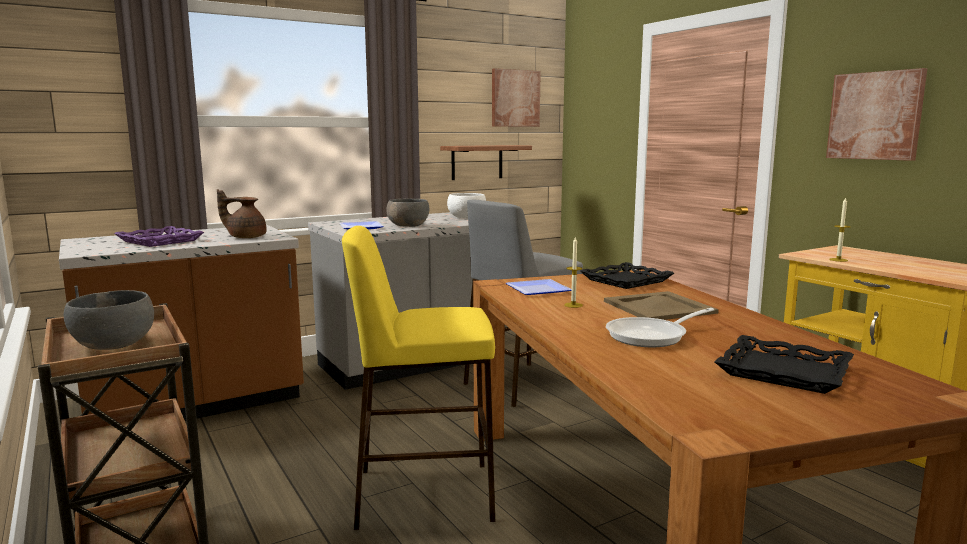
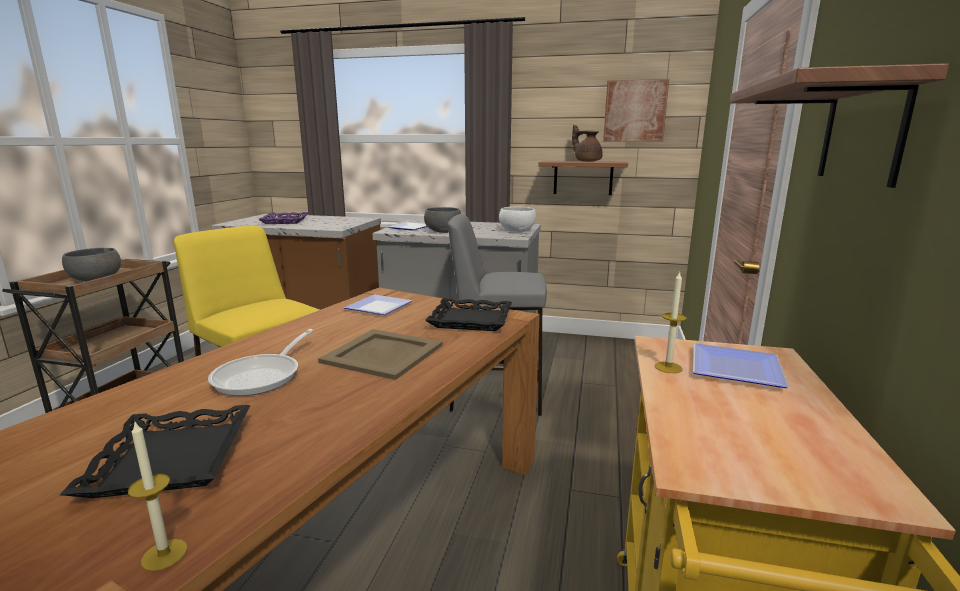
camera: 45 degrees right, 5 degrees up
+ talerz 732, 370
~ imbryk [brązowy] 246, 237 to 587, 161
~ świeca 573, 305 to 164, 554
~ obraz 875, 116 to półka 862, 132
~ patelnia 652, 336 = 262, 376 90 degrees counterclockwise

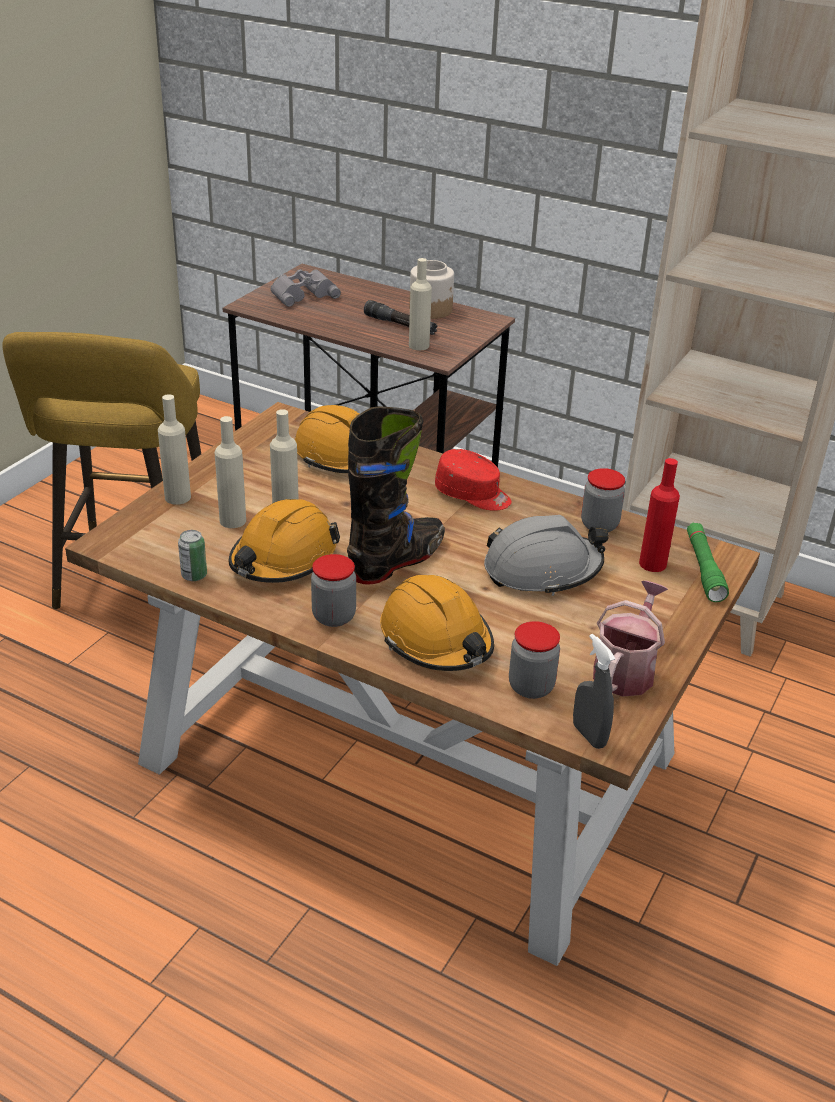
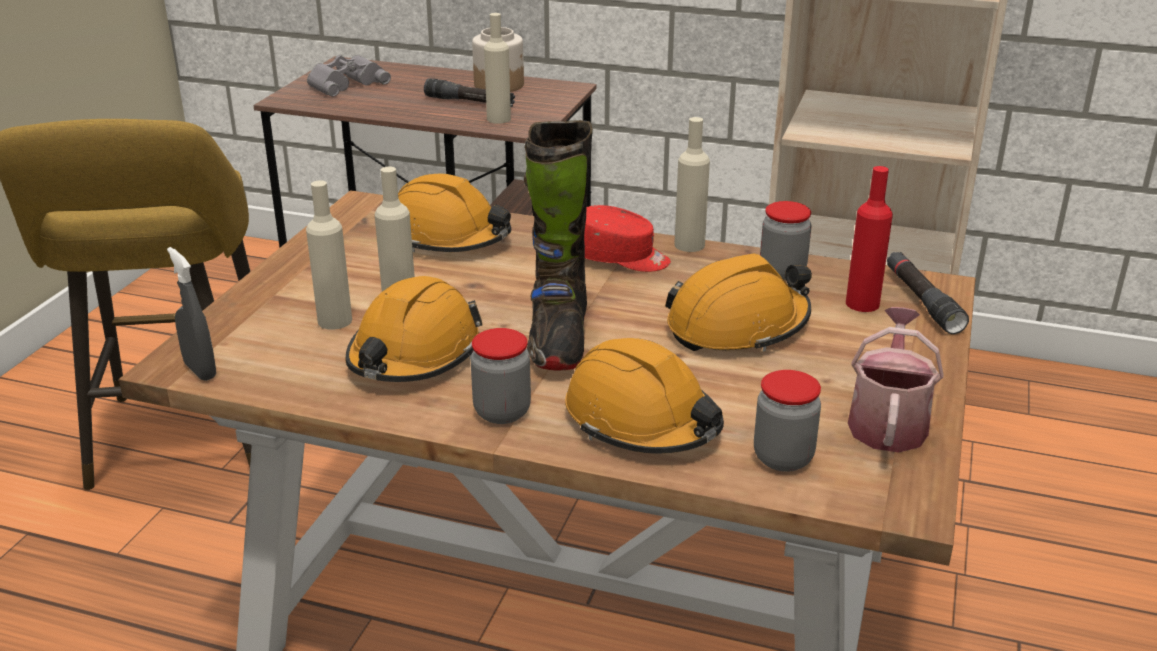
camera: 10 degrees left, 5 degrees down
- puszka 194, 575
~ butelka [beżowy] 177, 497 to 689, 245
~ spryskiwacz [szary] 589, 735 to 200, 371
~ kask [szary] 542, 570 to kask [pomarańczowy] 738, 326
~ latarka [zielony] 703, 568 to latarka [czarny] 922, 301
~ but z cholewką [czarny] 396, 561 = 558, 339 150 degrees clockwise

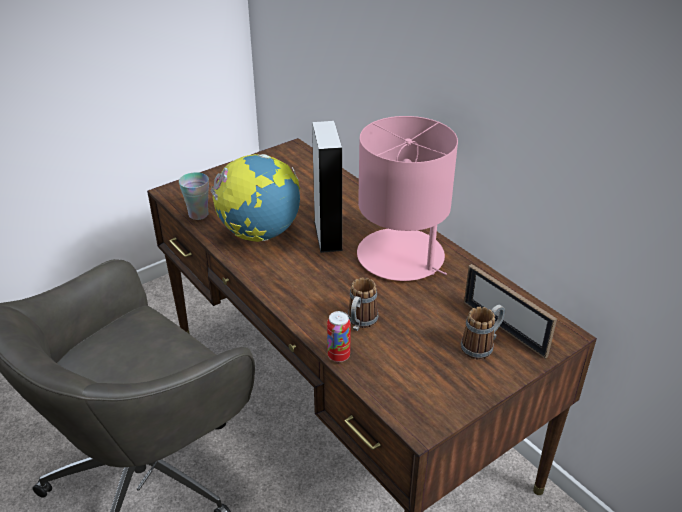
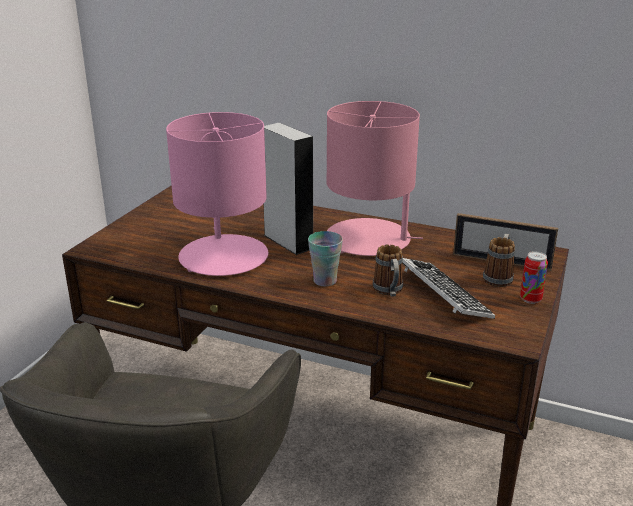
camera: 30 degrees left, 10 degrees down
+ klawiatura 443, 295
~ filiżanka 198, 214 to 325, 281
~ puszka 338, 356 to 530, 299
~ globus 260, 234 to lampa stołowa [różowy] 223, 256

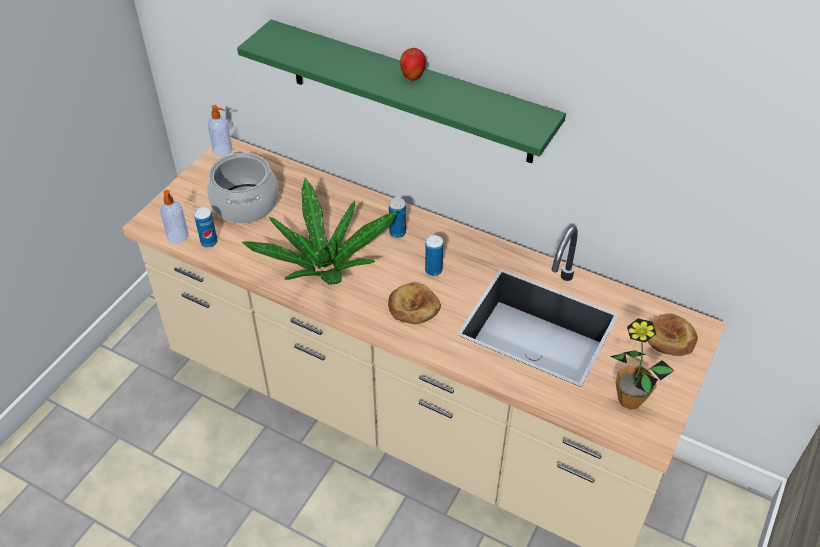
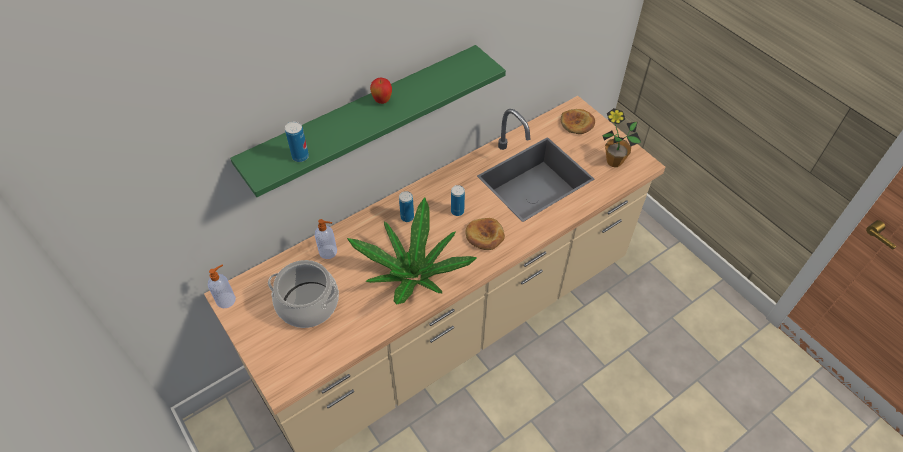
camera: 65 degrees left, 5 degrees up
~ dozownik mydła 178, 236 to 329, 252
~ puszka 209, 242 to 300, 156

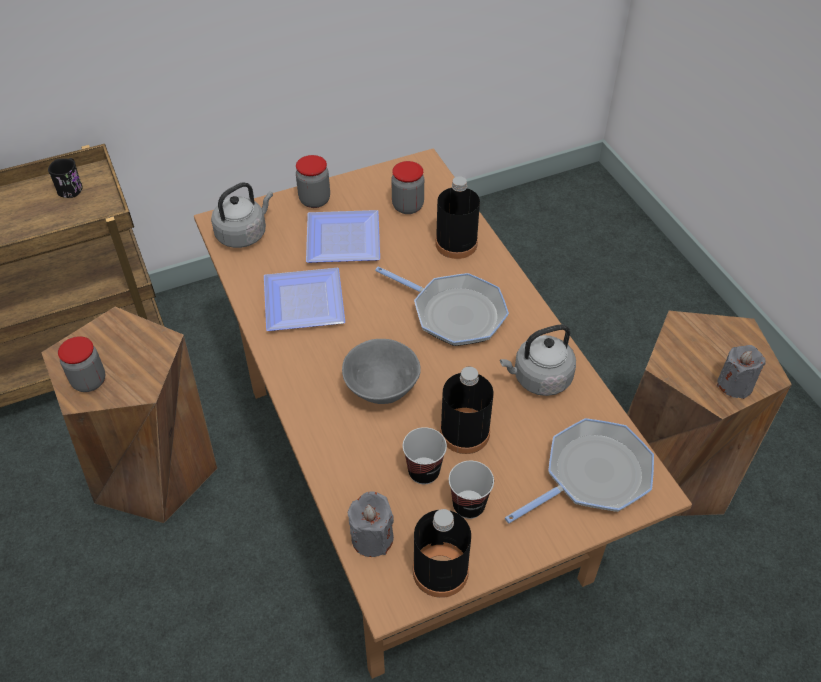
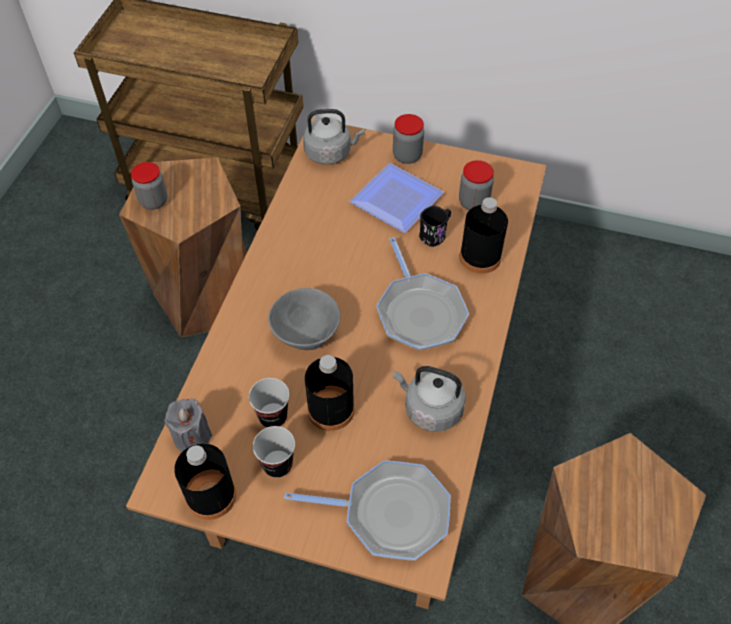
camera: 40 degrees right, 5 degrees up
- talerz 307, 304
- świeca [szary] 735, 384
~ kubek [czarny] 72, 187 to 435, 234

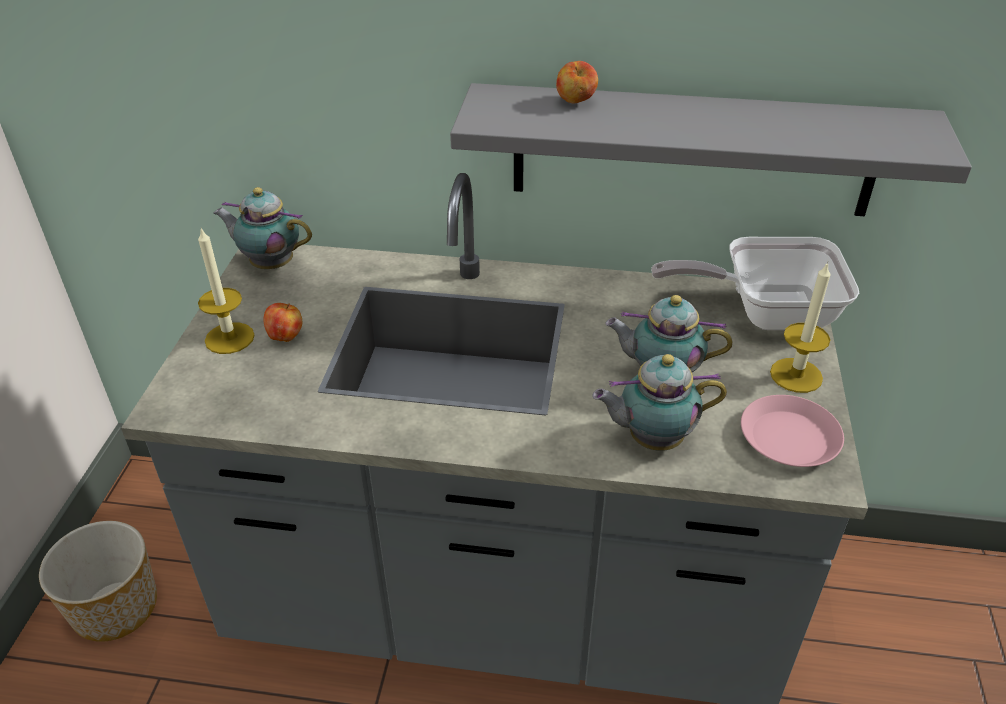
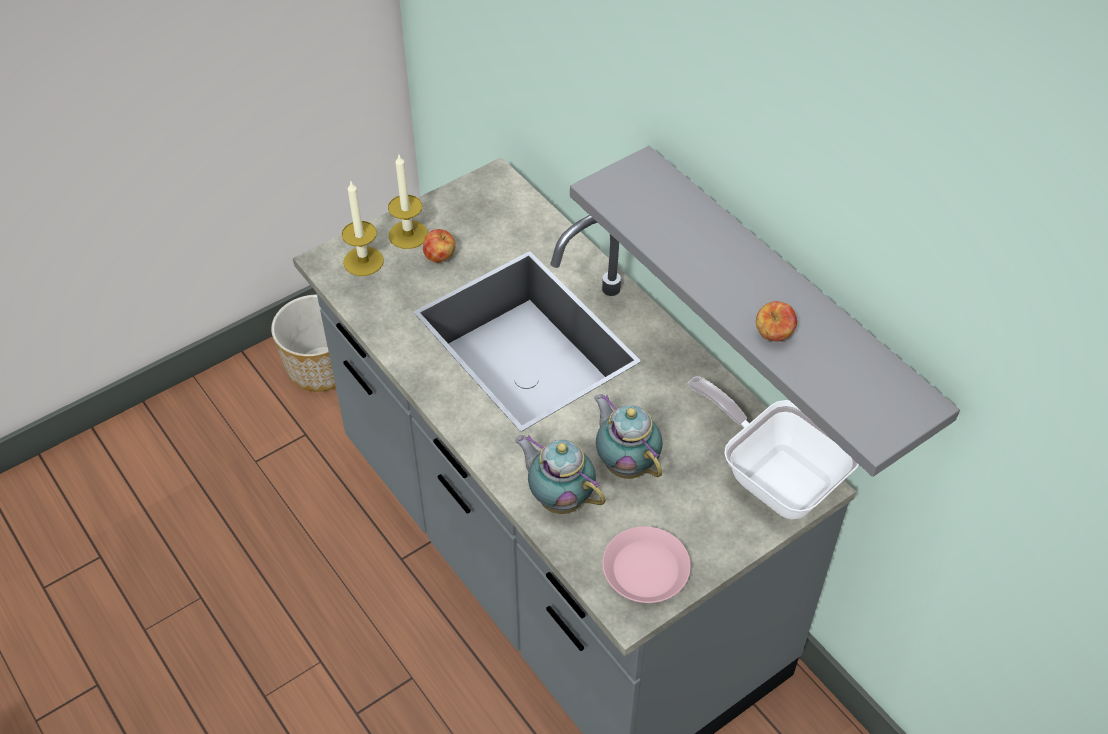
camera: 45 degrees right, 10 degrees up
- imbryk 270, 264
~ jabłko 575, 102 to 773, 335
~ świeca 796, 375 to 363, 261

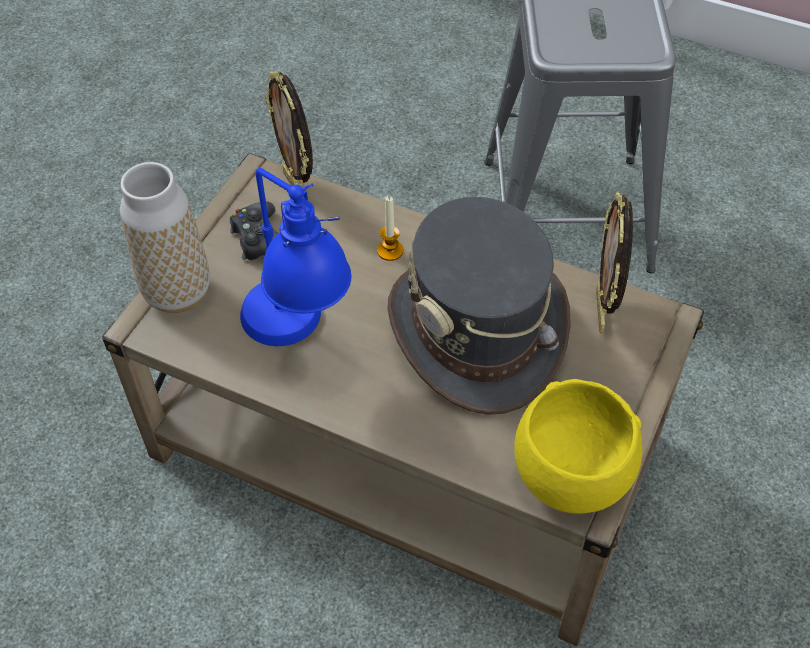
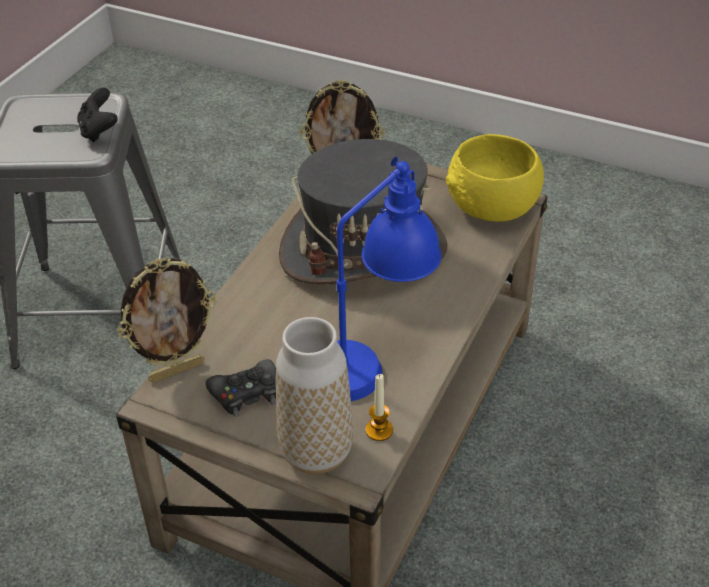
camera: 90 degrees left, 10 degrees down
+ pad do gier [czarny] 99, 131
~ świeca 390, 251 to 379, 430

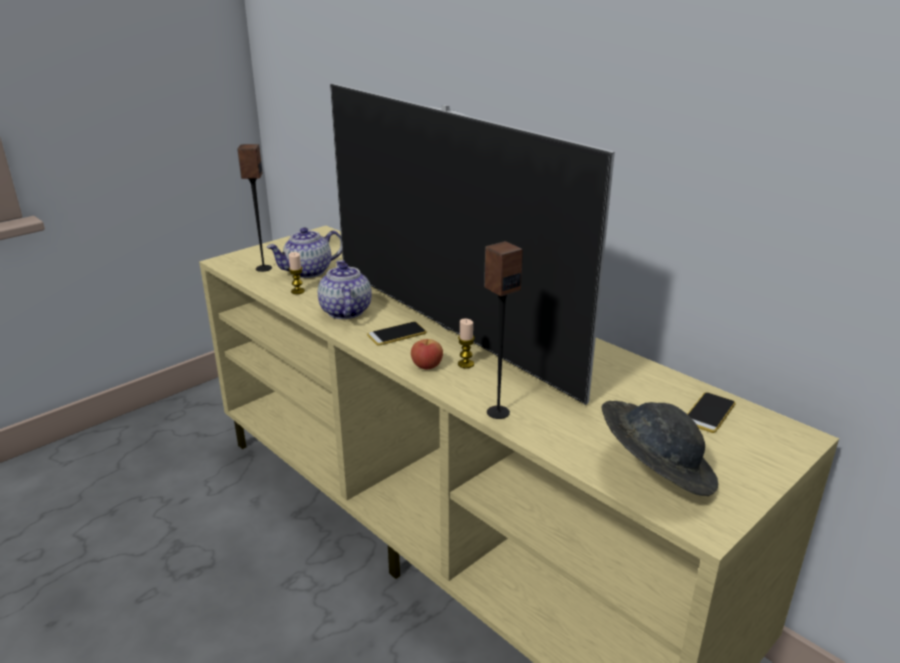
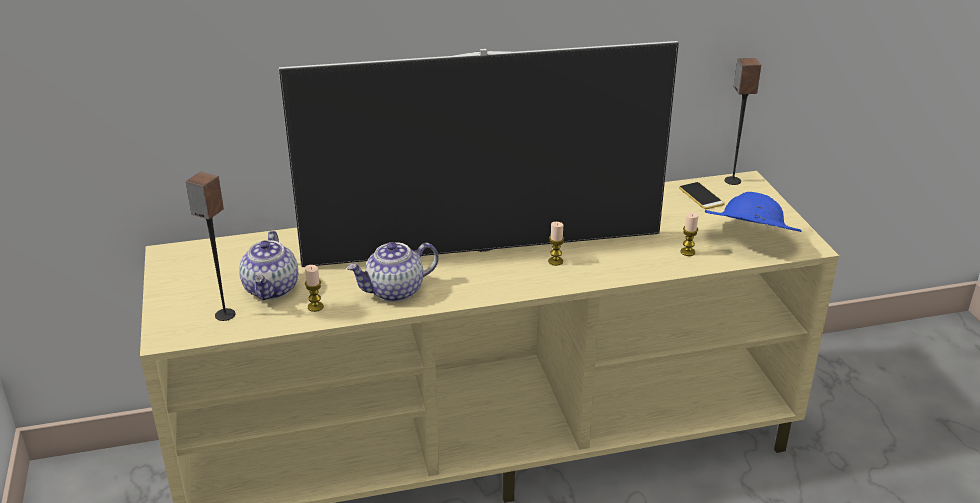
camera: 60 degrees left, 5 degrees up
- telefon 397, 334
- jabłko 427, 366
+ świeca 687, 252
~ głośnik 497, 412 to 732, 181
~ kapelusz [szary] 654, 471 to kapelusz [niebieski] 748, 241
~ imbryk 345, 311 = 395, 291 45 degrees counterclockwise

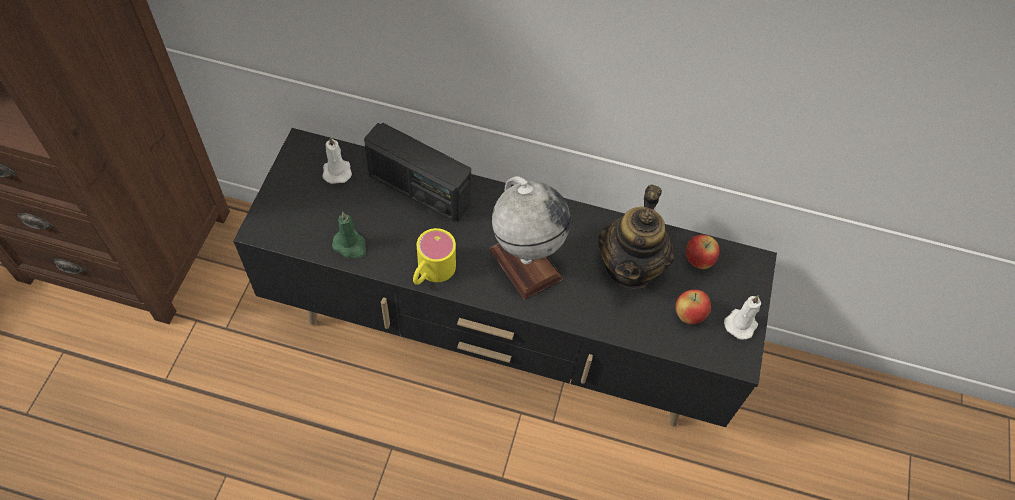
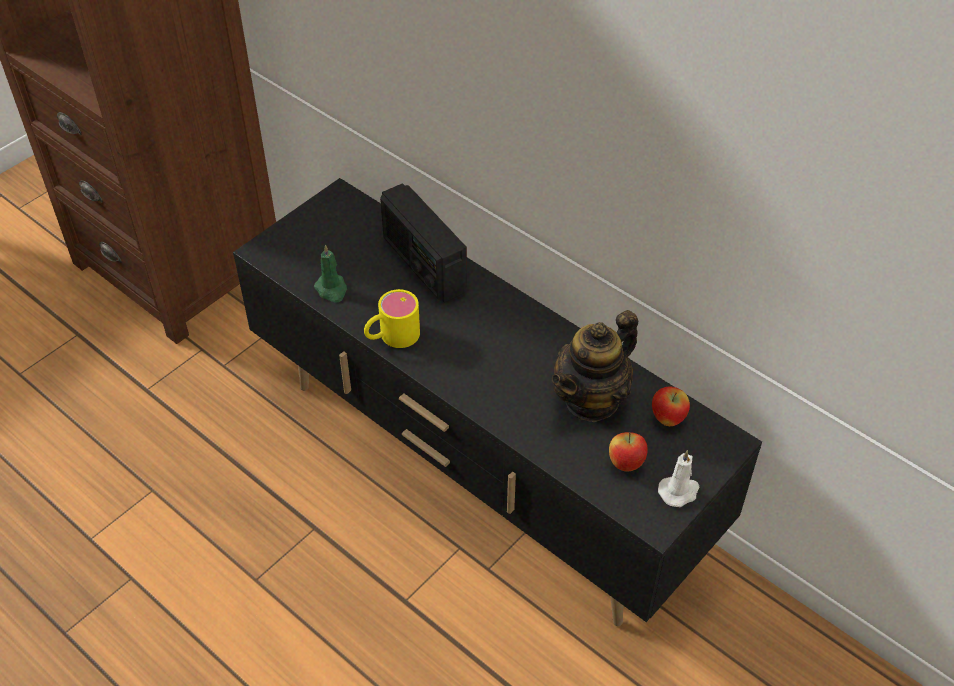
camera: 30 degrees right, 10 degrees down
- świeca [biały] 337, 170
- globus 525, 264

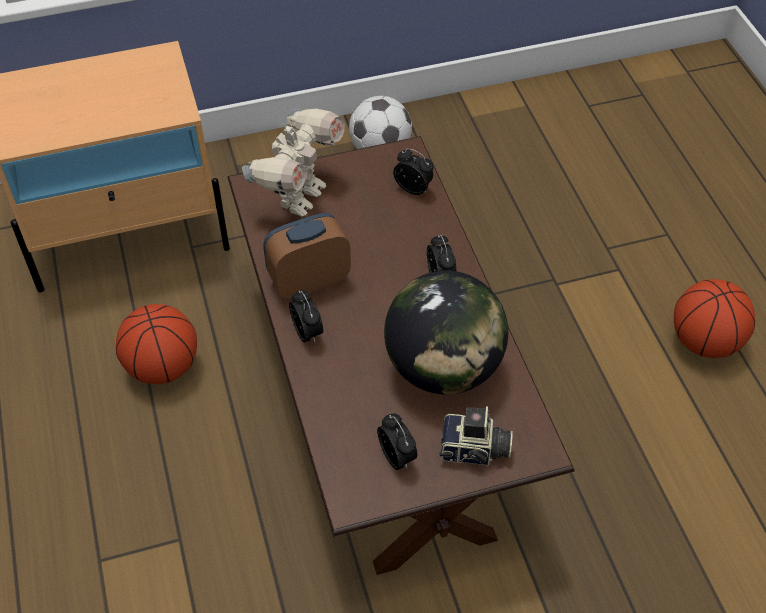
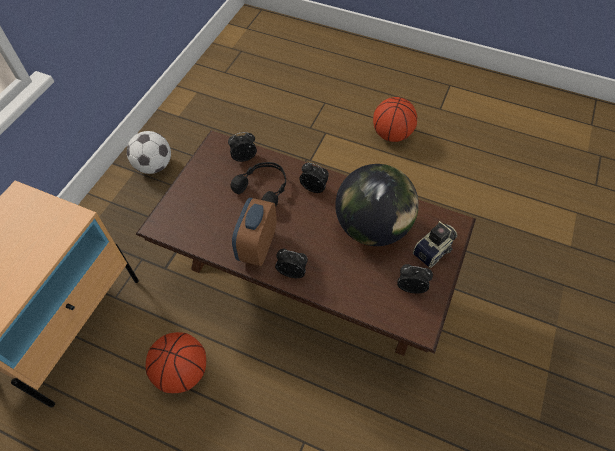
camera: 50 degrees left, 5 degrees up
- robot zabawkowy 299, 197
+ słuchawki [czarny] 264, 188

